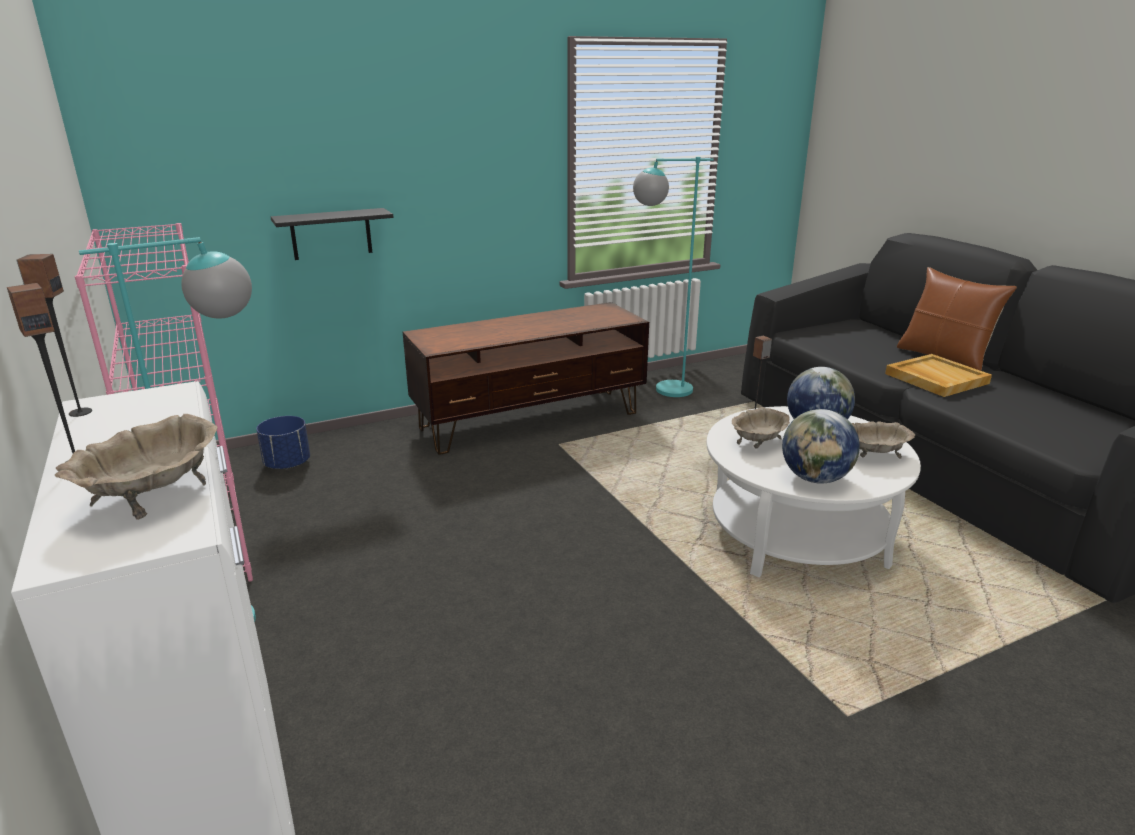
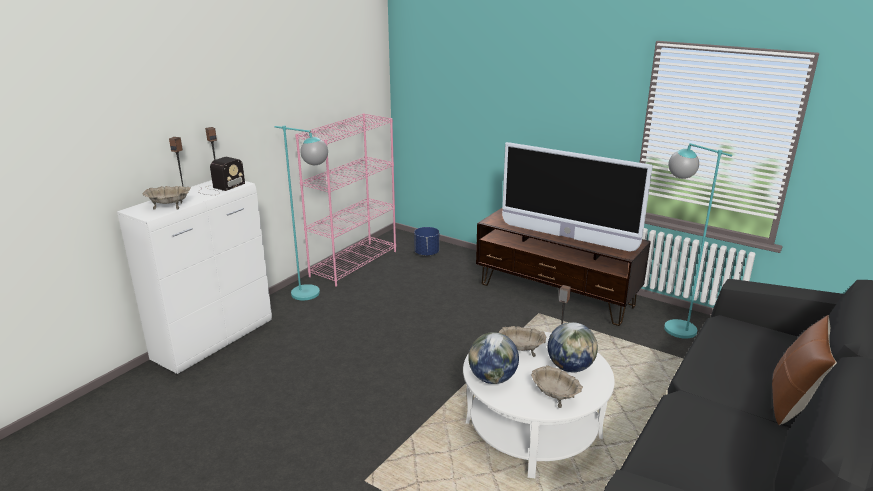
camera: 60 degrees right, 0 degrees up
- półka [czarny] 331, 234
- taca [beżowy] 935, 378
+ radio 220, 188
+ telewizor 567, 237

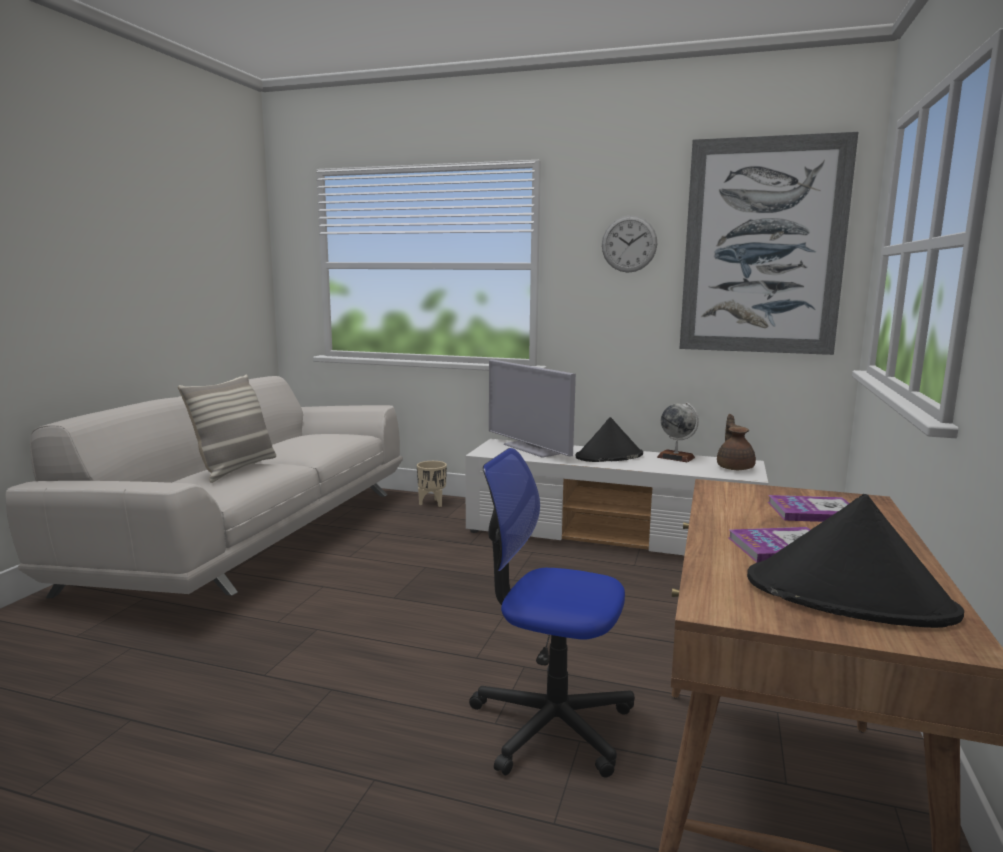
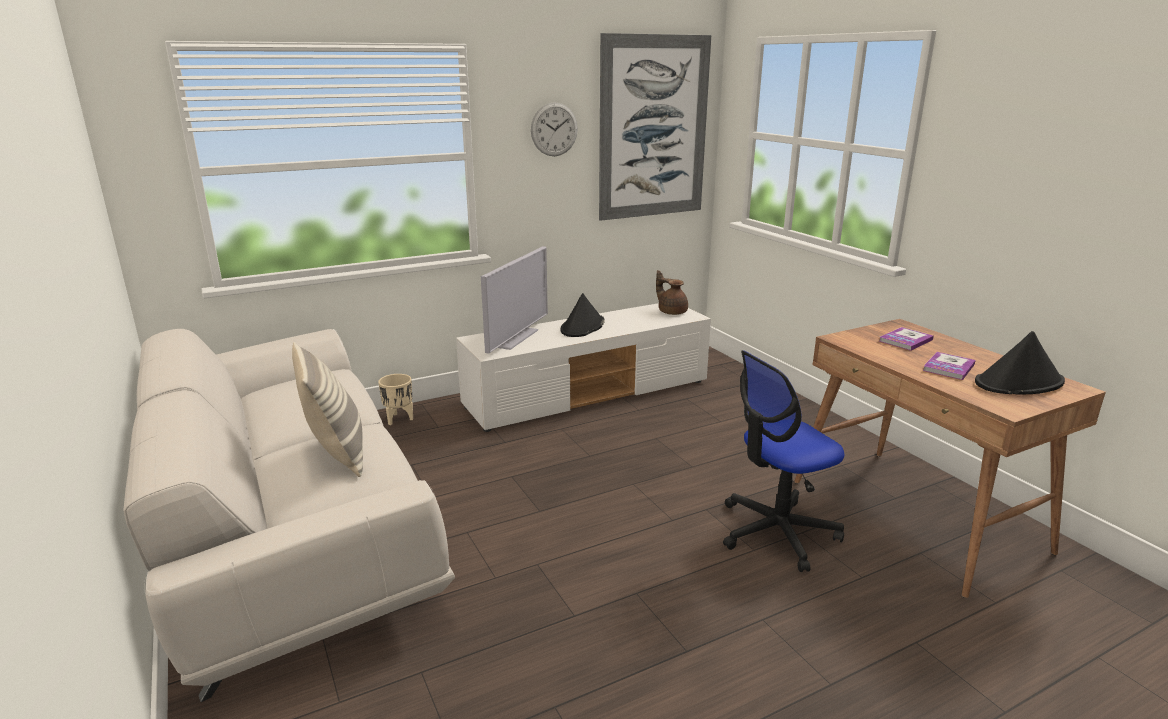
camera: 45 degrees left, 10 degrees up
- globus 676, 457
~ telewizor 531, 449 = 515, 338 75 degrees counterclockwise

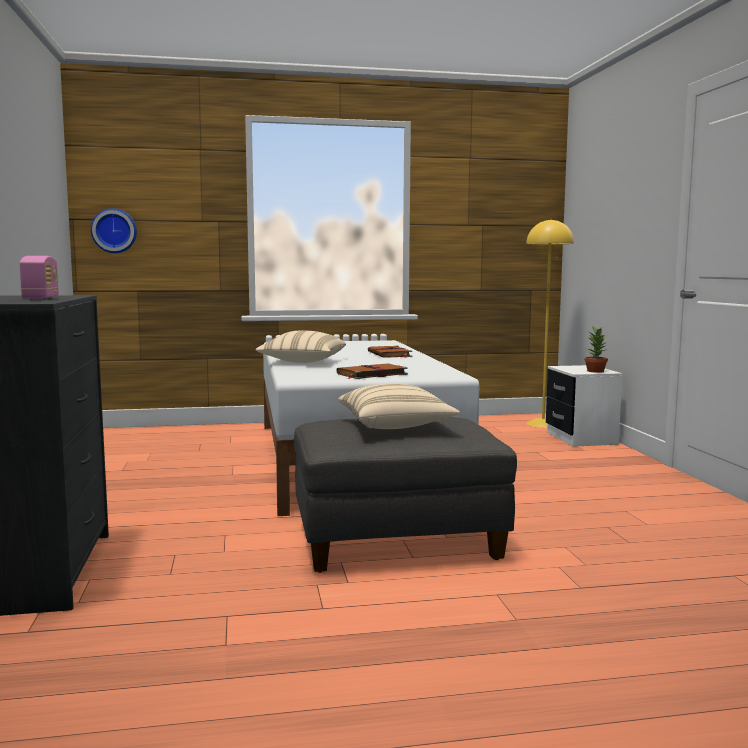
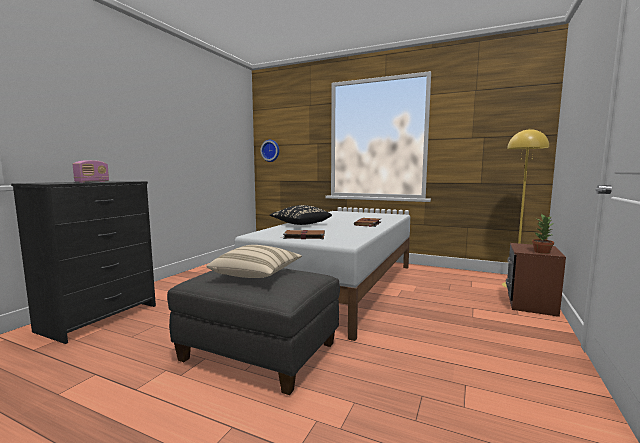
camera: 35 degrees right, 0 degrees up
~ poduszka [beżowy] 302, 362 to poduszka [czarny] 300, 224
~ szafka nocna [biały] 581, 438 to szafka nocna [brązowy] 530, 304

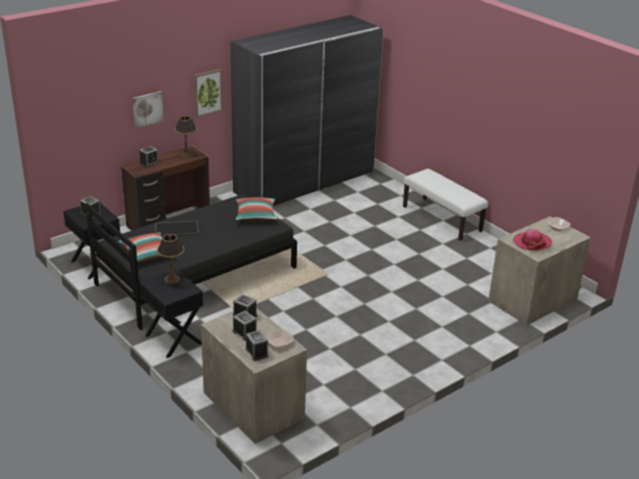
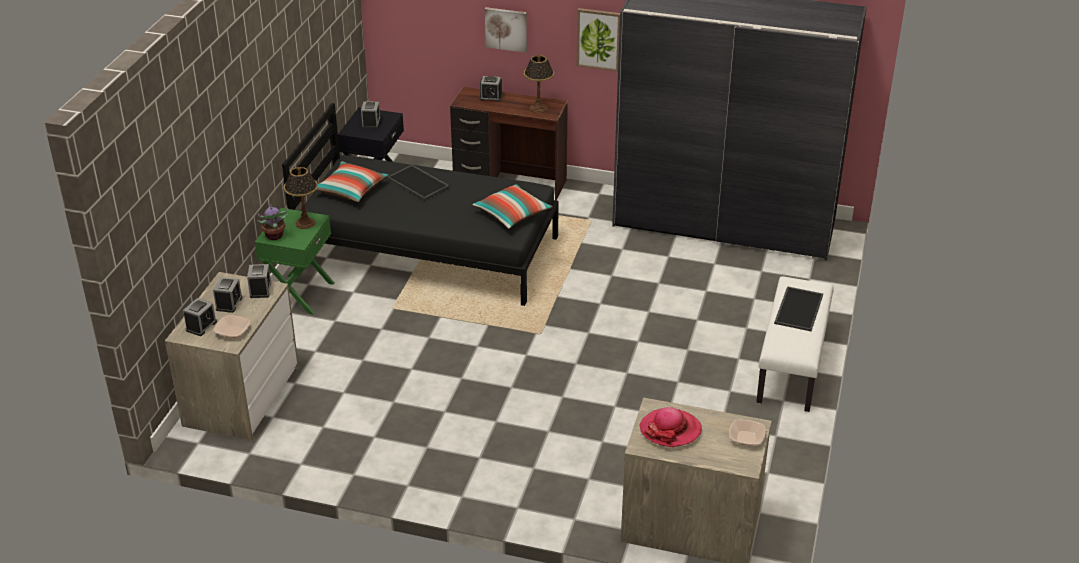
camera: 55 degrees right, 5 degrees up
+ roślina doniczkowa 274, 236
+ taca 798, 308
~ szafka nocna [czarny] 173, 339 to szafka nocna [zielony] 299, 294

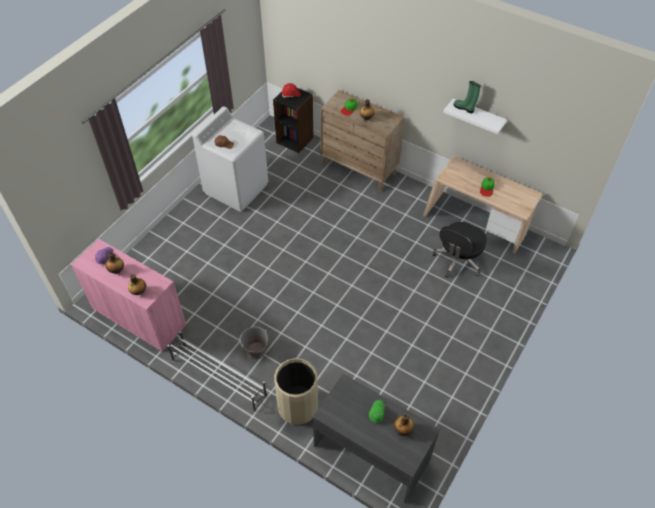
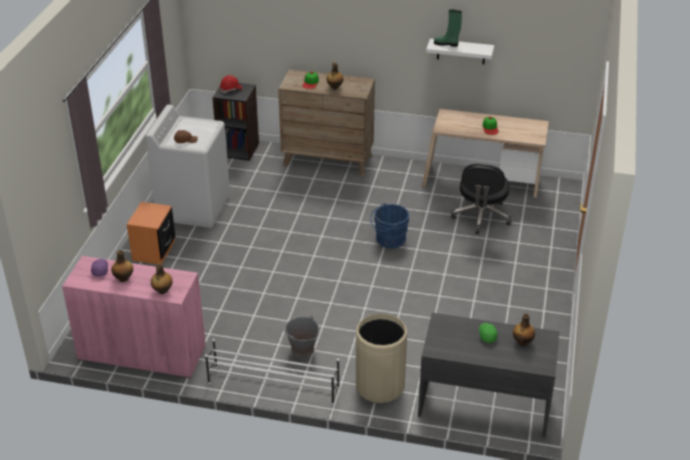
camera: 20 degrees left, 15 degrees down
+ szafka nocna [pomarańczowy] 154, 251
+ wiadro [niebieski] 389, 240

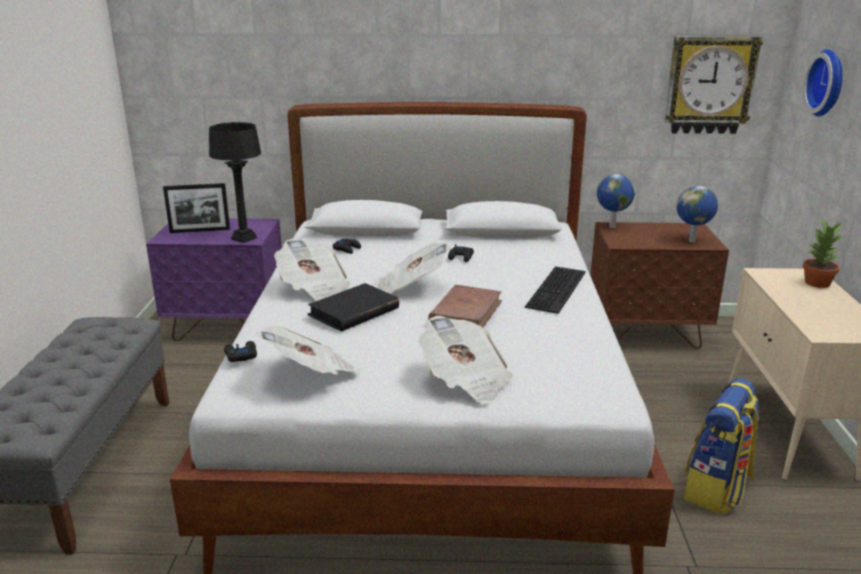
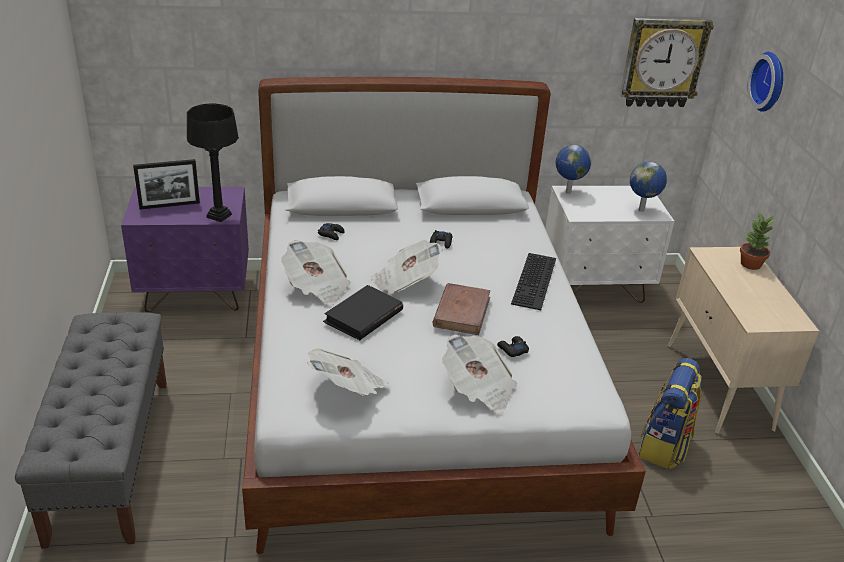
camera: 10 degrees left, 10 degrees up
~ pad do gier [czarny] 241, 355 to 512, 349
~ szafka nocna [brązowy] 646, 334 to szafka nocna [biały] 595, 288

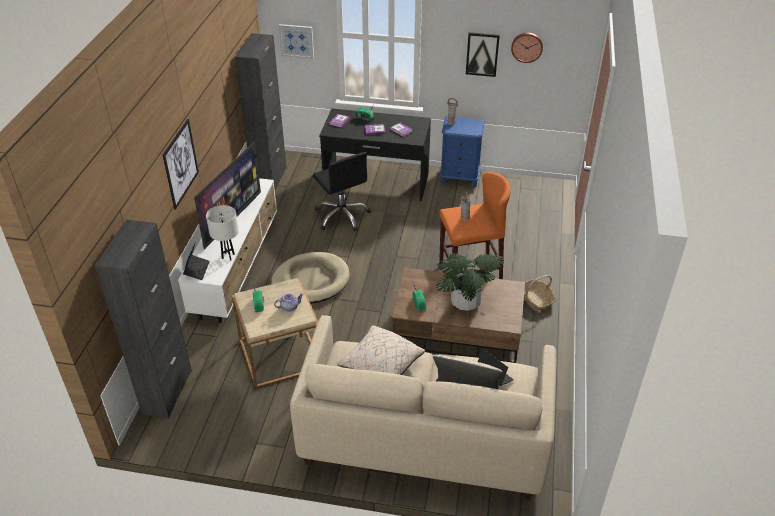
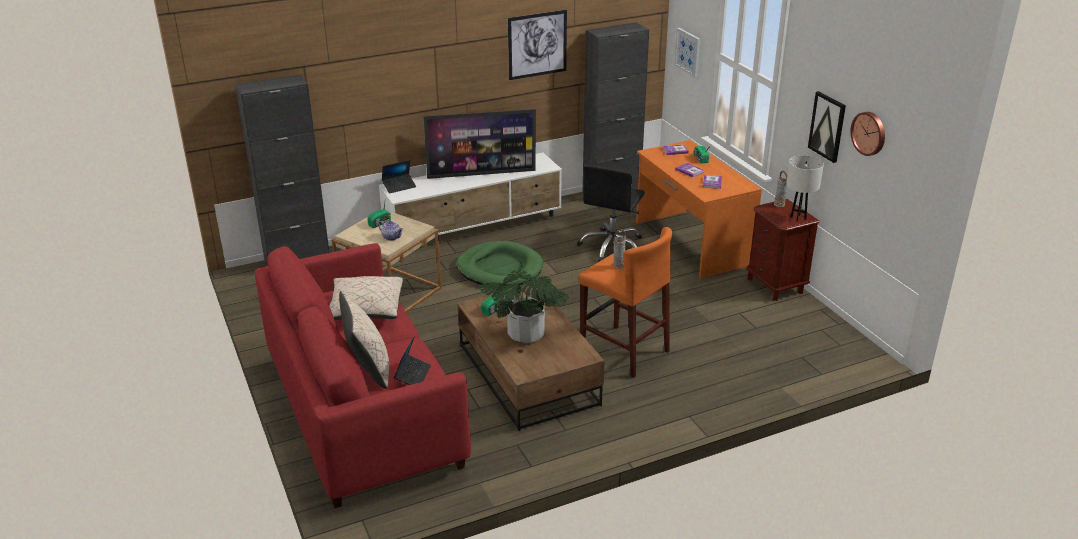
camera: 55 degrees right, 10 degrees down
- koszyk 535, 299
~ obraz 180, 164 to 537, 44
~ lampa stołowa [biały] 228, 256 to 798, 218
~ legowisko [beżowy] 310, 281 to legowisko [zielony] 499, 268
~ kanapa [beżowy] 423, 436 to kanapa [czerwony] 362, 409
~ biurko [czarny] 376, 182 to biurko [pomarańczowy] 690, 243
~ szafka nocna [niebieski] 459, 178 to szafka nocna [brązowy] 775, 285

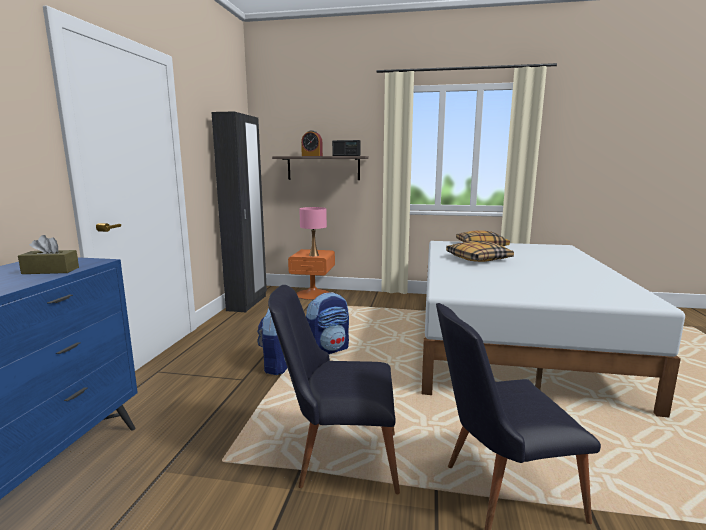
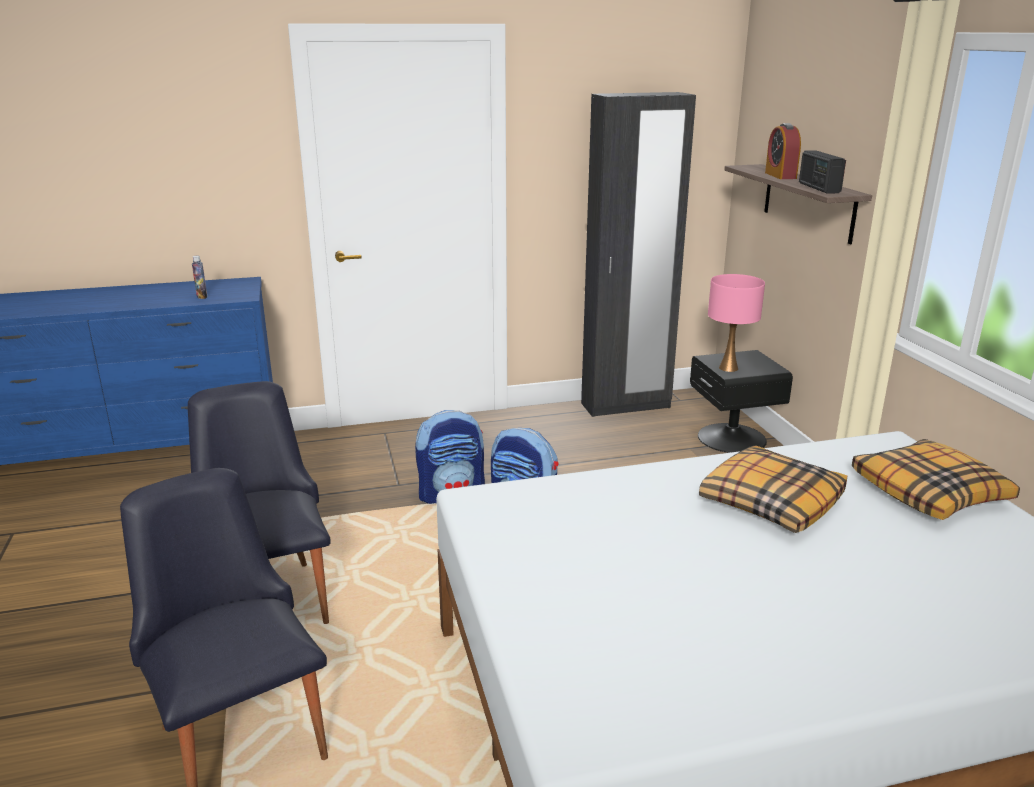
camera: 65 degrees right, 10 degrees up
~ pudełko chusteczek [brązowy] 51, 271 to butelka 202, 297
~ szafka nocna [pomarańczowy] 313, 294 to szafka nocna [czarny] 732, 438

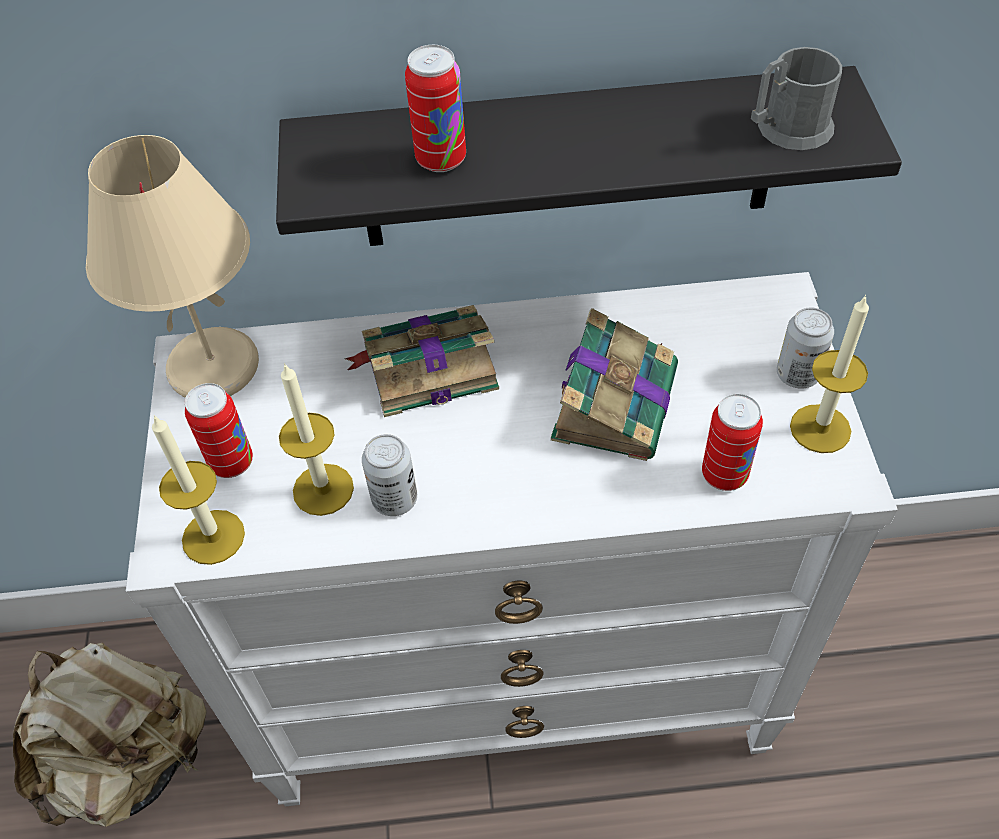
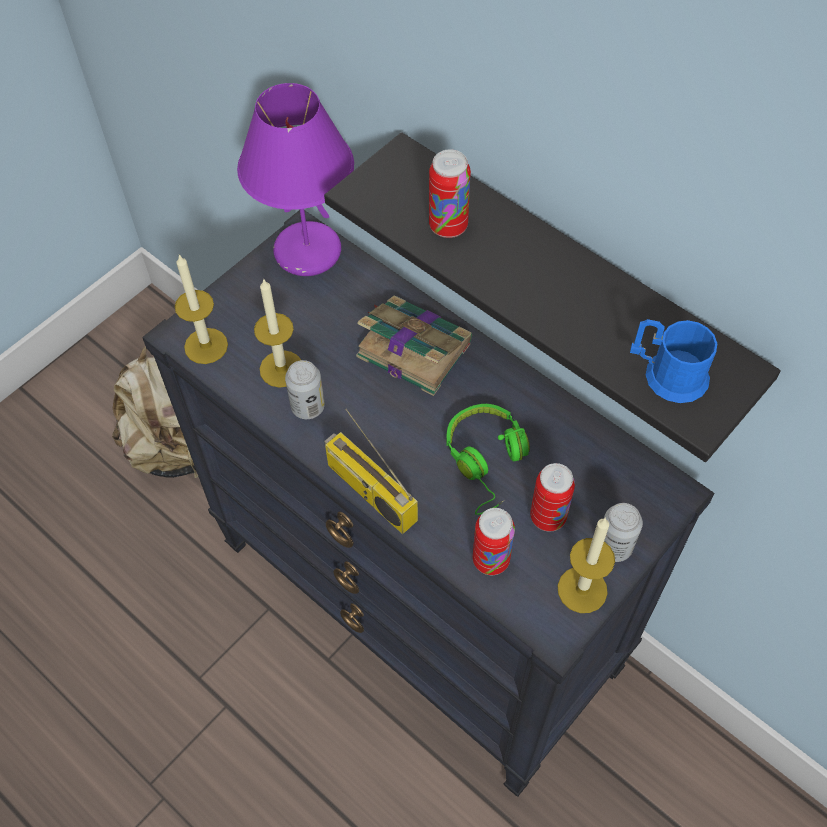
camera: 45 degrees right, 5 degrees up
+ radio 369, 492
~ puszka 231, 462 to 548, 517
~ książka 615, 401 to słuchawki [zielony] 487, 461
~ lampa stołowa [beżowy] 213, 370 to lampa stołowa [fioletowy] 306, 252
~ komoda [biały] 518, 682 to komoda [czarny] 420, 606
~ kubek [szary] 786, 130 to kubek [niebieski] 667, 374

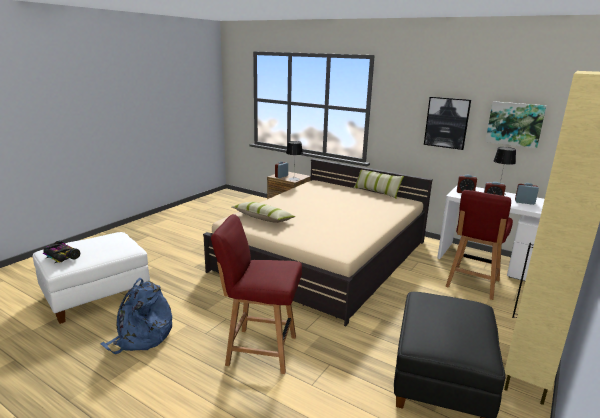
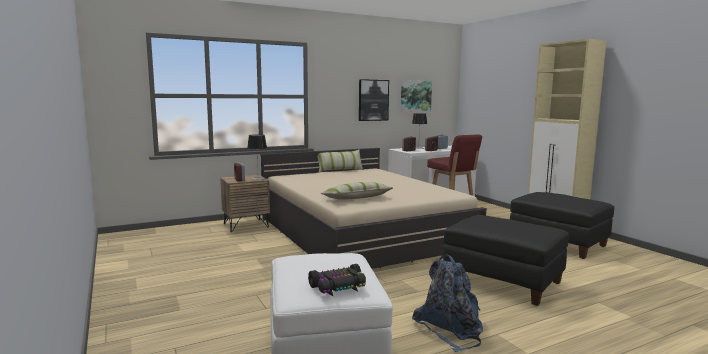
camera: 60 degrees left, 10 degrees down
~ krzesło [czerwony] 260, 350 to pufa [czarny] 502, 282

